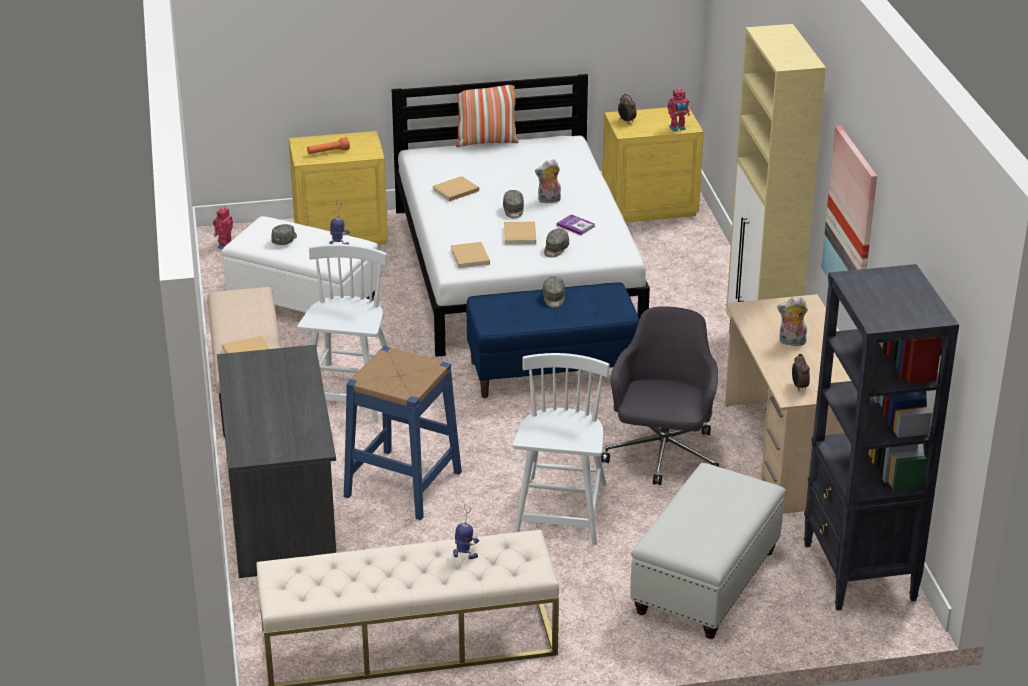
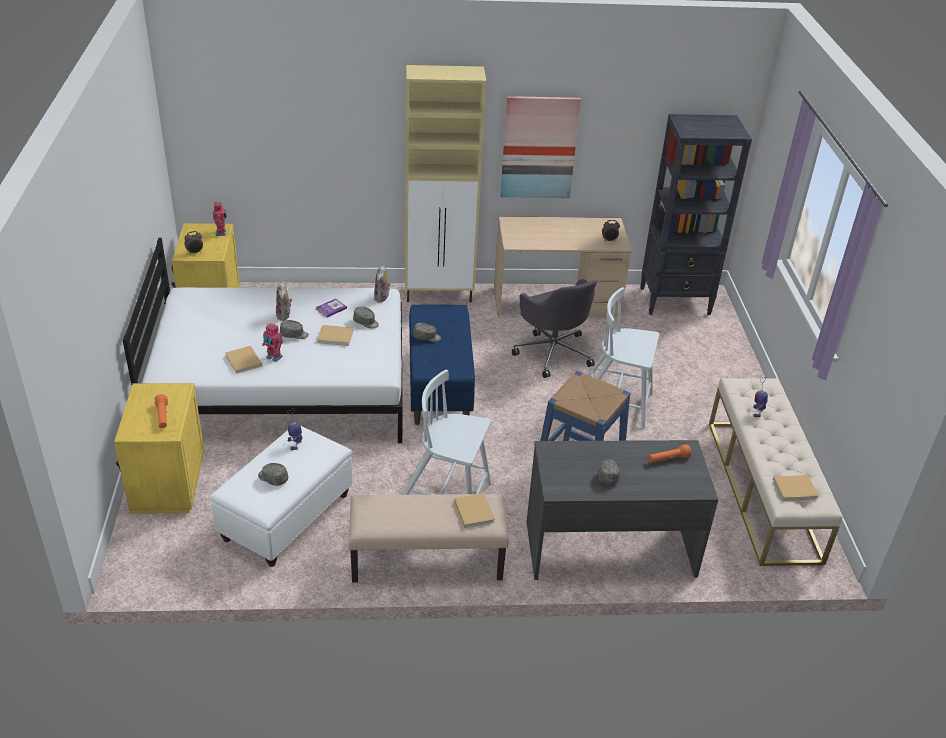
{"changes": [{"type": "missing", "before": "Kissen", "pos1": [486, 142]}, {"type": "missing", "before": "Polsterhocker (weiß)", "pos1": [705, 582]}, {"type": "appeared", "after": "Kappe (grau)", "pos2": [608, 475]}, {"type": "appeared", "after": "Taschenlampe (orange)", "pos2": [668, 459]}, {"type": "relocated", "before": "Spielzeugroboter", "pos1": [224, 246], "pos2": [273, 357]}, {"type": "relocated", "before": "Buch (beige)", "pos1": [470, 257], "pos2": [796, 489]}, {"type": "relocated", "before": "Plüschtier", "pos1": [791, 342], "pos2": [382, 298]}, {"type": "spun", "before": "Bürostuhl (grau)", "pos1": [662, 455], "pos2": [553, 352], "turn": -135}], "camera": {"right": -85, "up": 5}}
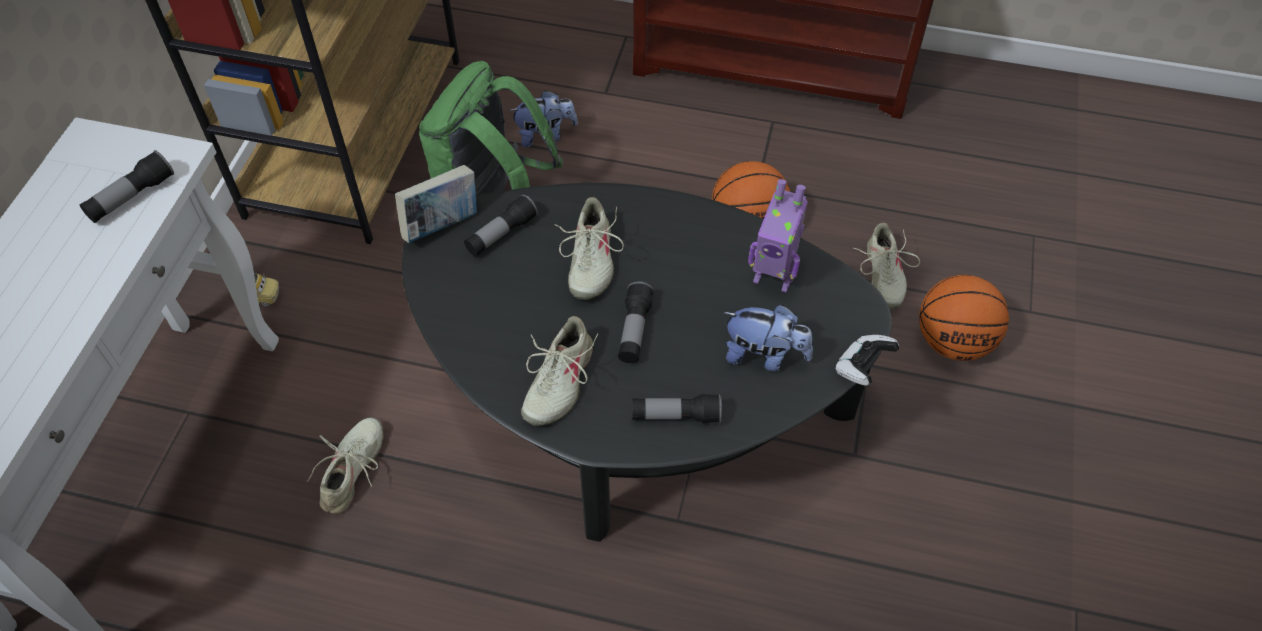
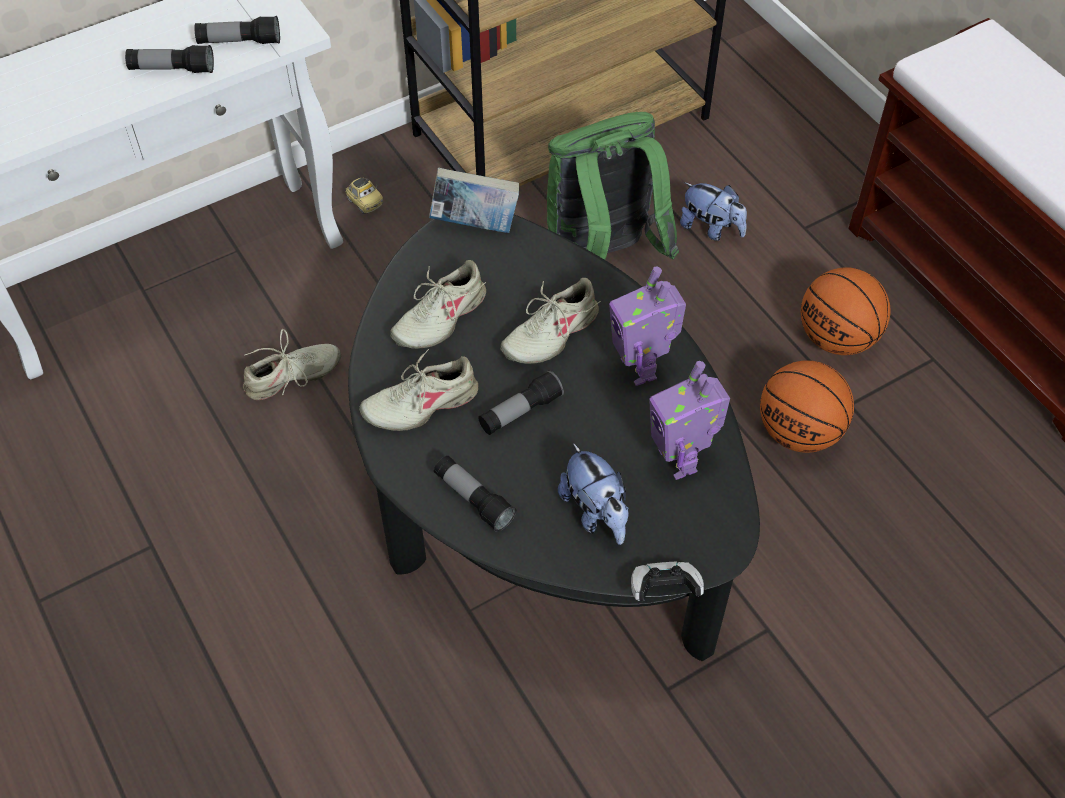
{"changes": [{"type": "appeared", "after": "Spielzeugroboter", "pos2": [641, 367]}, {"type": "relocated", "before": "Taschenlampe", "pos1": [501, 234], "pos2": [172, 69]}, {"type": "relocated", "before": "Schuh (beige)", "pos1": [882, 276], "pos2": [440, 317]}, {"type": "relocated", "before": "Basketball", "pos1": [953, 341], "pos2": [837, 338]}], "camera": {"right": 45, "up": 0}}
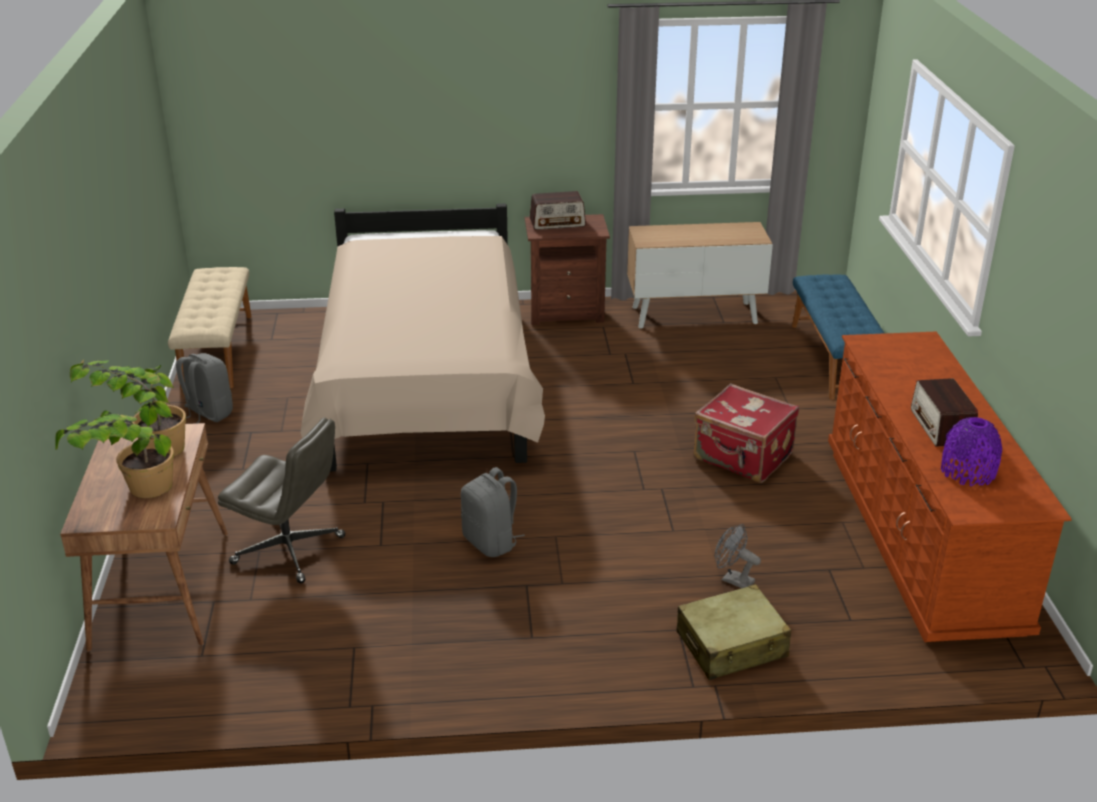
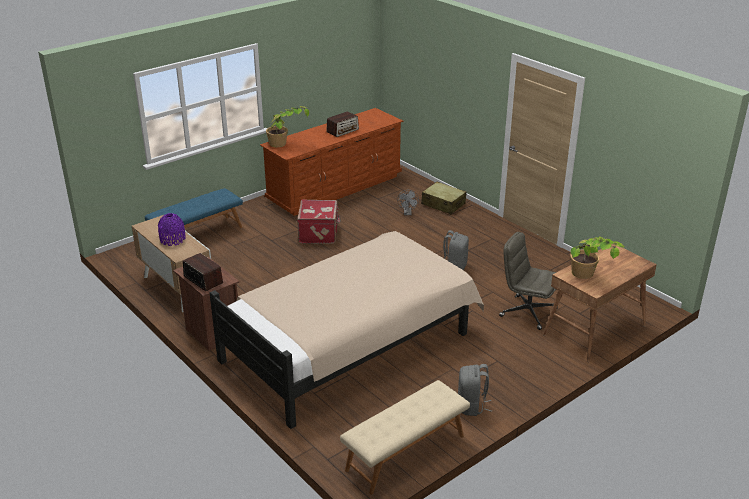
{"changes": [{"type": "relocated", "before": "Topfpflanze", "pos1": [130, 495], "pos2": [286, 144]}, {"type": "relocated", "before": "Vase (lila)", "pos1": [967, 472], "pos2": [172, 239]}, {"type": "spun", "before": "Bürostuhl (grau)", "pos1": [290, 550], "pos2": [527, 312], "turn": -45}], "camera": {"right": -125, "up": 0}}
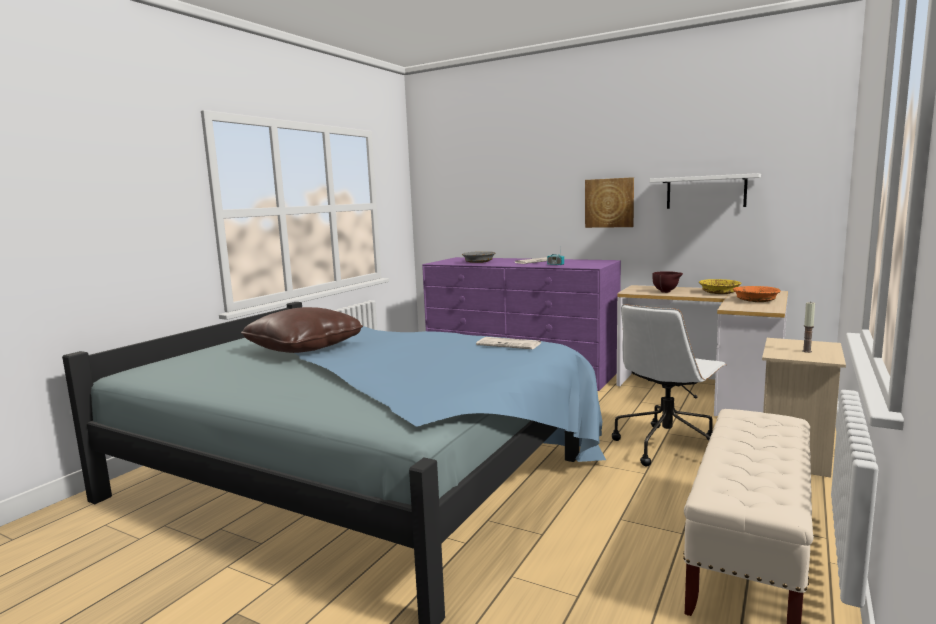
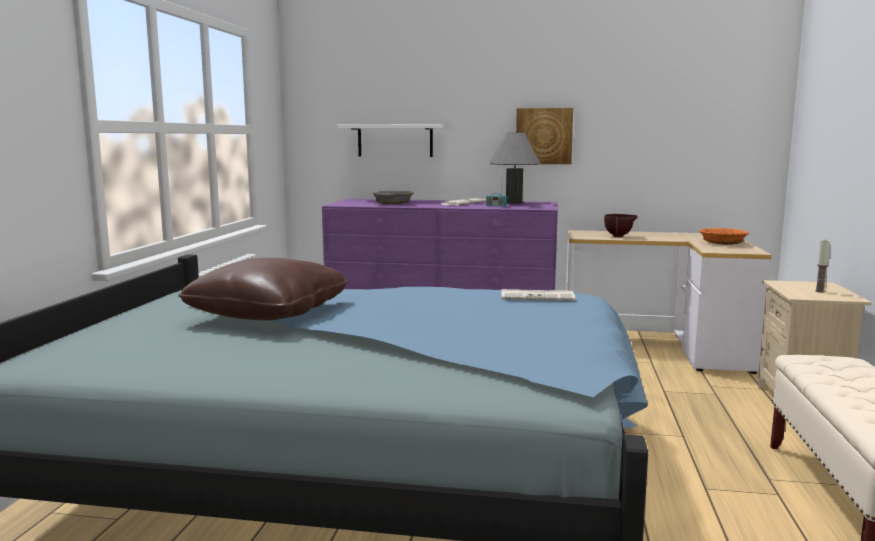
{"changes": [{"type": "missing", "before": "Bürostuhl (weiß)", "pos1": [667, 446]}, {"type": "missing", "before": "Schüssel (gelb)", "pos1": [719, 292]}, {"type": "appeared", "after": "Tischlampe (grau)", "pos2": [514, 203]}, {"type": "relocated", "before": "Wandregal (weiß)", "pos1": [706, 192], "pos2": [395, 140]}], "camera": {"right": -20, "up": 0}}
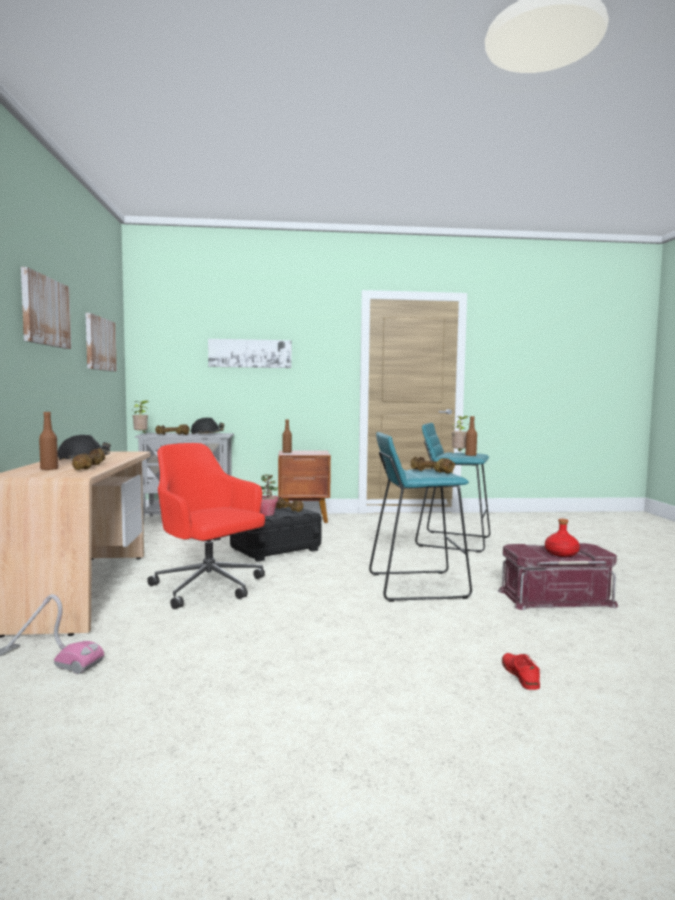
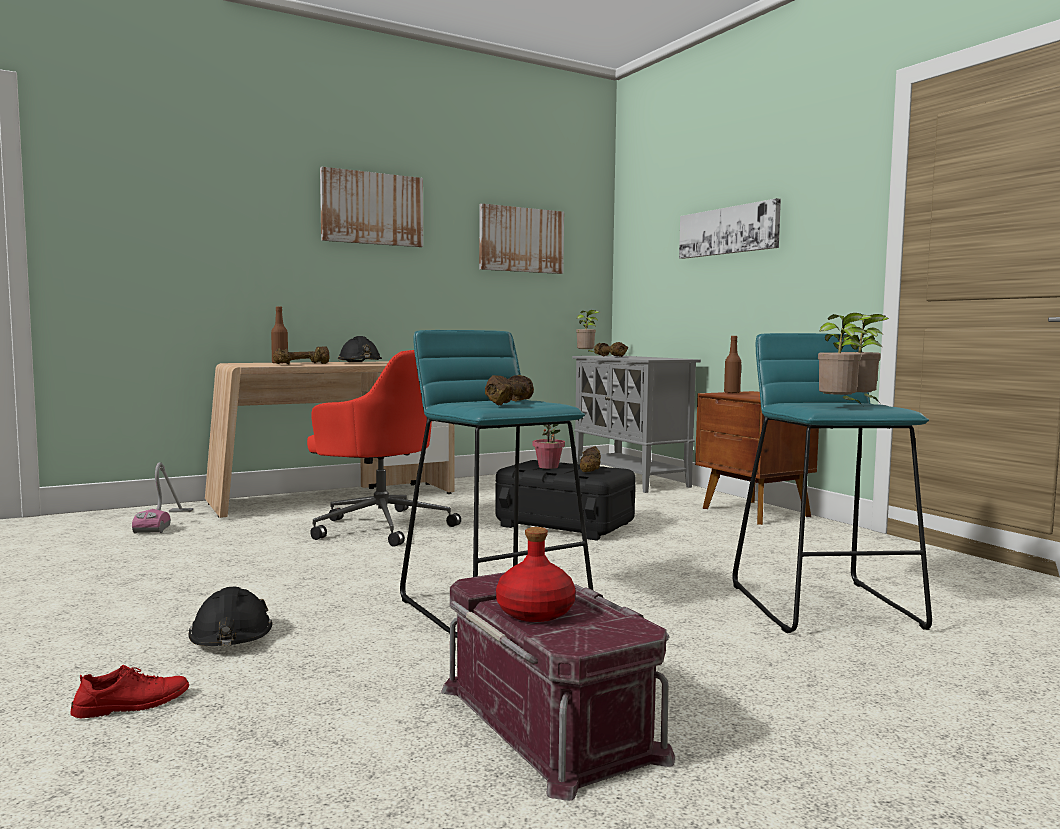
{"changes": [{"type": "relocated", "before": "Schutzhelm (schwarz)", "pos1": [207, 434], "pos2": [231, 637]}, {"type": "exchanged", "before": "Flasche (braun)", "after": "Topfpflanze", "pos1": [470, 455], "pos2": [839, 407]}, {"type": "spun", "before": "Bürostuhl (rot)", "pos1": [209, 587], "pos2": [381, 526], "turn": 105}], "camera": {"right": 65, "up": 0}}
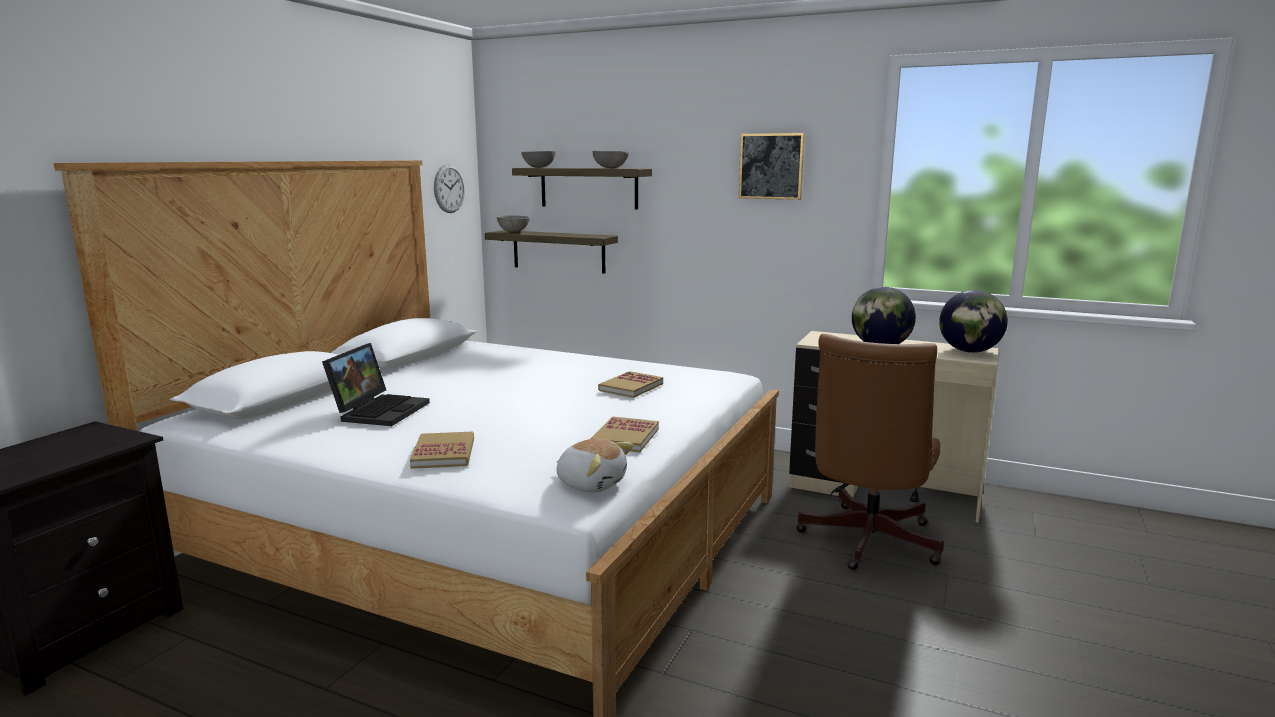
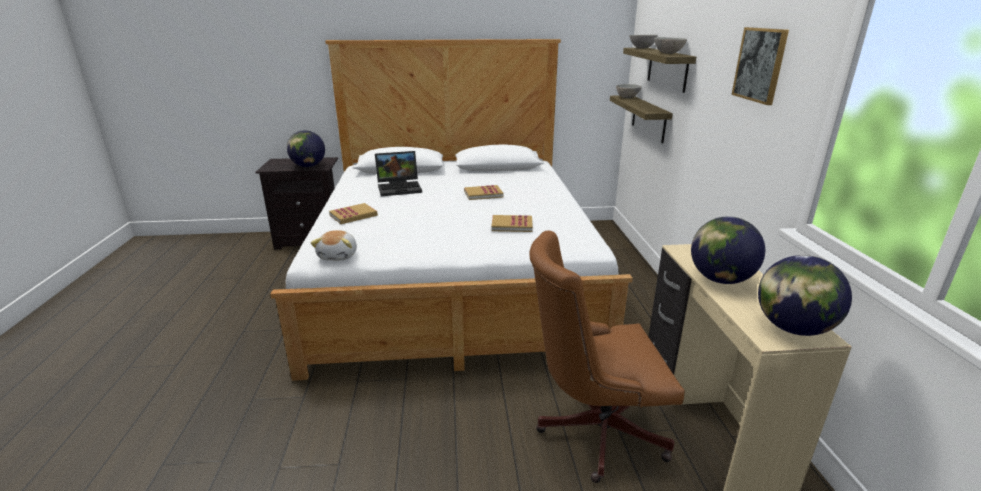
{"changes": [{"type": "missing", "before": "Wanduhr", "pos1": [449, 188]}, {"type": "appeared", "after": "Globus", "pos2": [308, 166]}, {"type": "relocated", "before": "Buch", "pos1": [625, 437], "pos2": [483, 194]}], "camera": {"right": 60, "up": 10}}
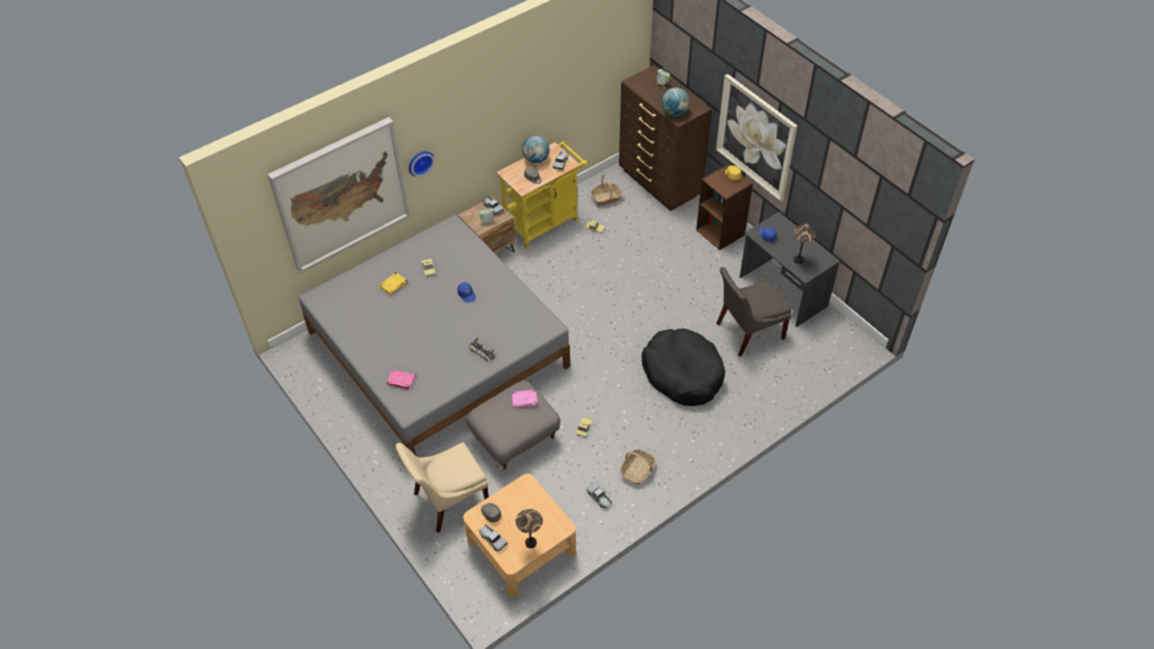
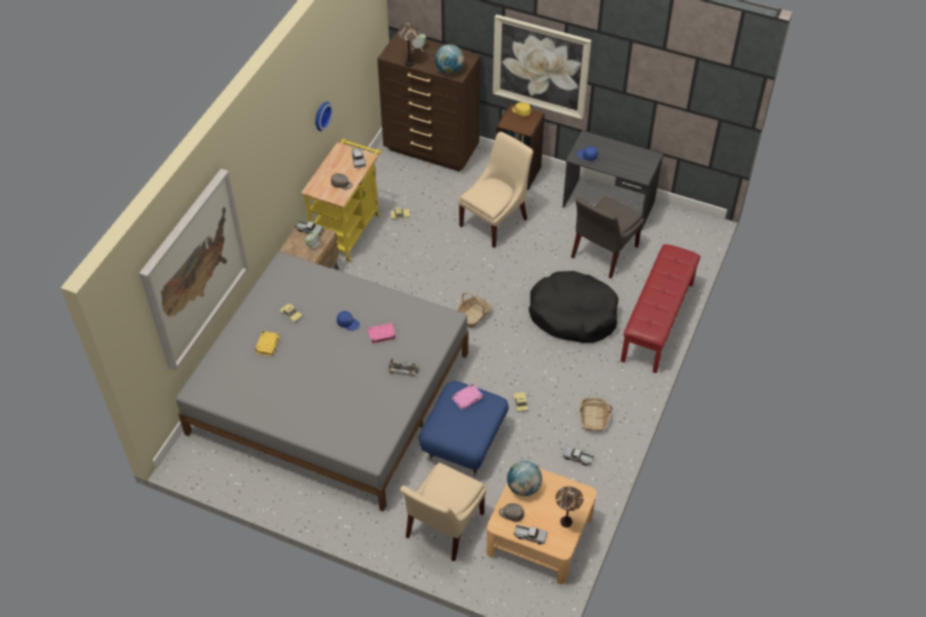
{"changes": [{"type": "appeared", "after": "Stuhl (beige)", "pos2": [495, 220]}, {"type": "appeared", "after": "Bank (rot)", "pos2": [658, 322]}, {"type": "relocated", "before": "Buch (rosa)", "pos1": [400, 381], "pos2": [381, 334]}, {"type": "relocated", "before": "Wanduhr", "pos1": [420, 162], "pos2": [321, 115]}, {"type": "relocated", "before": "Globus", "pos1": [536, 159], "pos2": [523, 487]}, {"type": "relocated", "before": "Korb", "pos1": [606, 198], "pos2": [473, 315]}, {"type": "relocated", "before": "Tischlampe", "pos1": [798, 260], "pos2": [409, 63]}, {"type": "colour", "before": "Polsterhocker (grau)", "after": "Polsterhocker (blau)", "pos1": [515, 437], "pos2": [463, 441]}], "camera": {"right": -30, "up": 0}}
